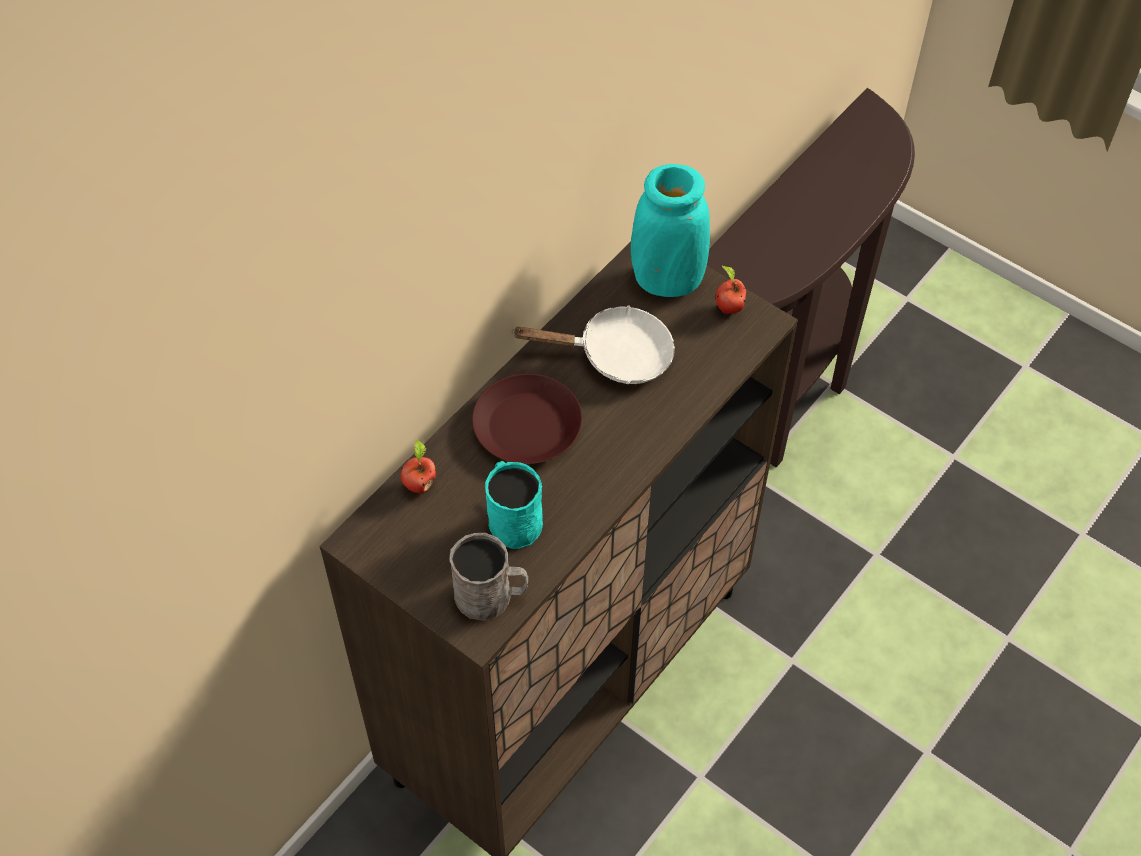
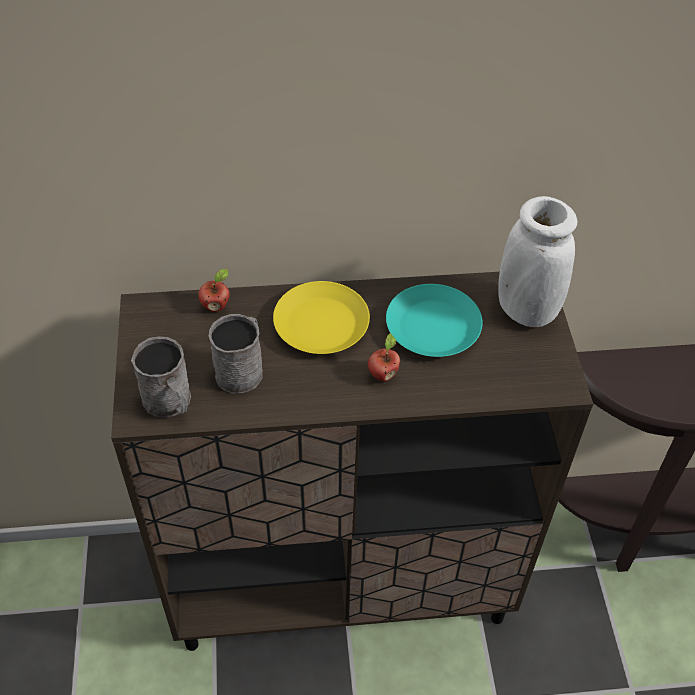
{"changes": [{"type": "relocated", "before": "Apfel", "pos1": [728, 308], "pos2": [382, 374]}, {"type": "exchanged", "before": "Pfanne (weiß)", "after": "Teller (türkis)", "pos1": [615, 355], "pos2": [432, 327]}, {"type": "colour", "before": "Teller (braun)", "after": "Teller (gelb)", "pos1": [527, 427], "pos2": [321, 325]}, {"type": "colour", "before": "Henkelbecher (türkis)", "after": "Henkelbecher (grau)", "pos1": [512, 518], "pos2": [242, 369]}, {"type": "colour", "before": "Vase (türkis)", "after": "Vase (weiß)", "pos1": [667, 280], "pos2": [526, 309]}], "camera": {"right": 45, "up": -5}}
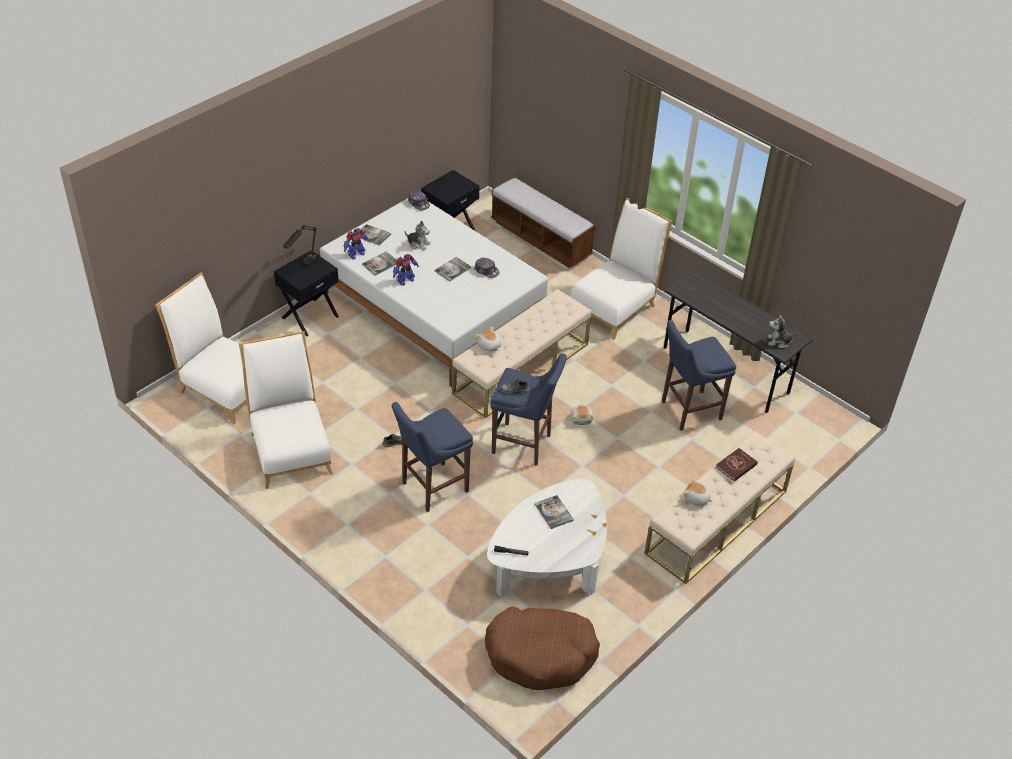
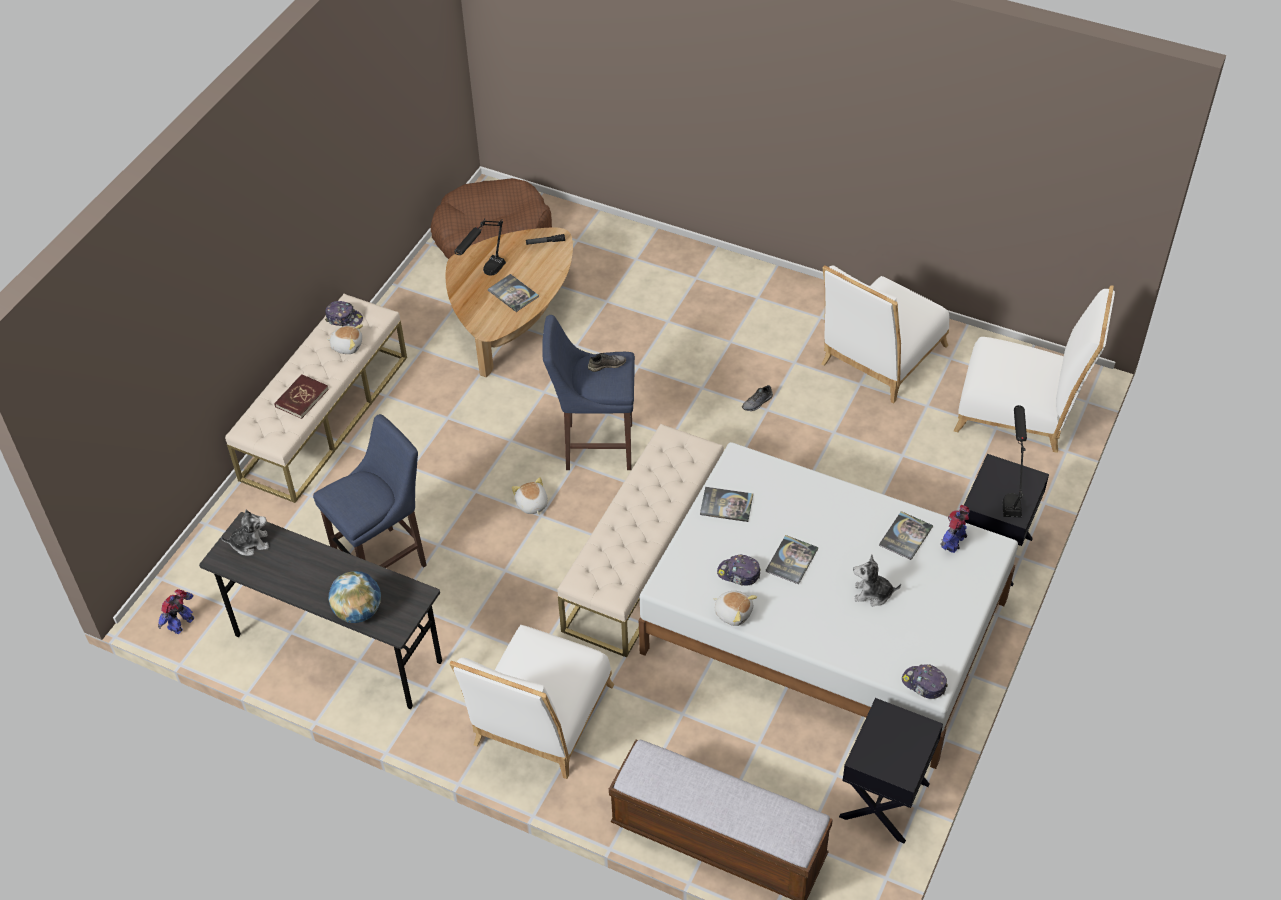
{"changes": [{"type": "missing", "before": "Hocker (blau)", "pos1": [432, 488]}, {"type": "appeared", "after": "Kappe", "pos2": [344, 319]}, {"type": "appeared", "after": "Globus", "pos2": [358, 611]}, {"type": "appeared", "after": "Tischlampe (schwarz)", "pos2": [485, 277]}, {"type": "relocated", "before": "Buch", "pos1": [373, 235], "pos2": [726, 505]}, {"type": "relocated", "before": "Spielzeugroboter", "pos1": [405, 280], "pos2": [182, 624]}, {"type": "relocated", "before": "Plüschtier", "pos1": [489, 346], "pos2": [733, 612]}, {"type": "colour", "before": "Couchtisch (weiß)", "after": "Couchtisch (braun)", "pos1": [550, 561], "pos2": [512, 321]}, {"type": "spun", "before": "Stuhl (weiß)", "pos1": [290, 448], "pos2": [879, 359], "turn": 75}], "camera": {"right": 165, "up": 5}}
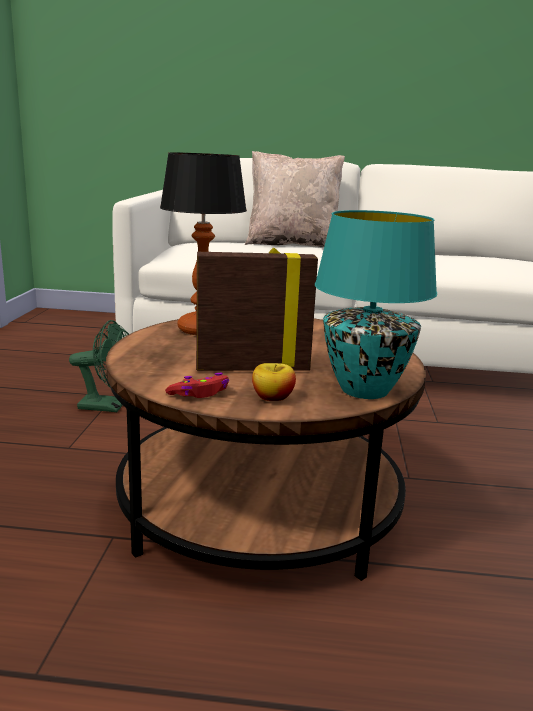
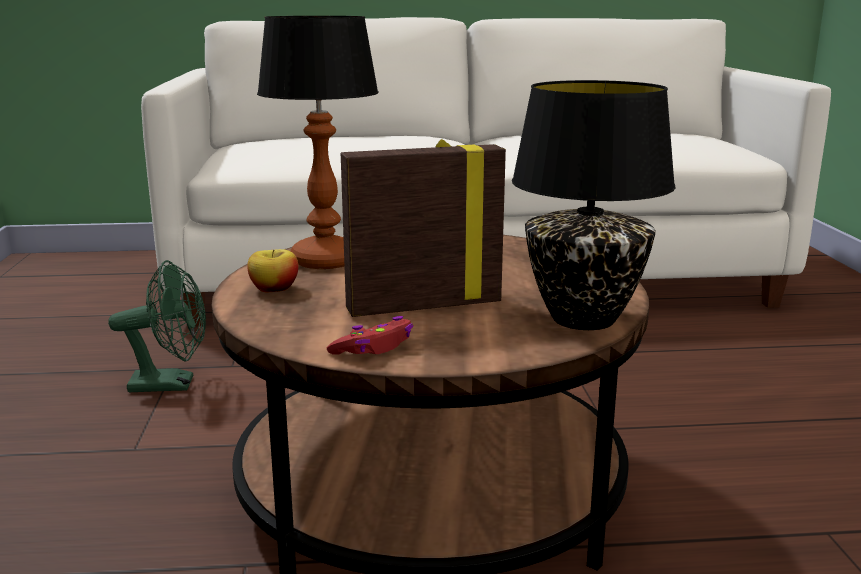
{"changes": [{"type": "missing", "before": "Kissen (beige)", "pos1": [292, 244]}, {"type": "relocated", "before": "Apfel", "pos1": [272, 398], "pos2": [274, 289]}, {"type": "colour", "before": "Tischlampe (türkis)", "after": "Tischlampe (schwarz)", "pos1": [364, 390], "pos2": [583, 320]}], "camera": {"right": -10, "up": 0}}
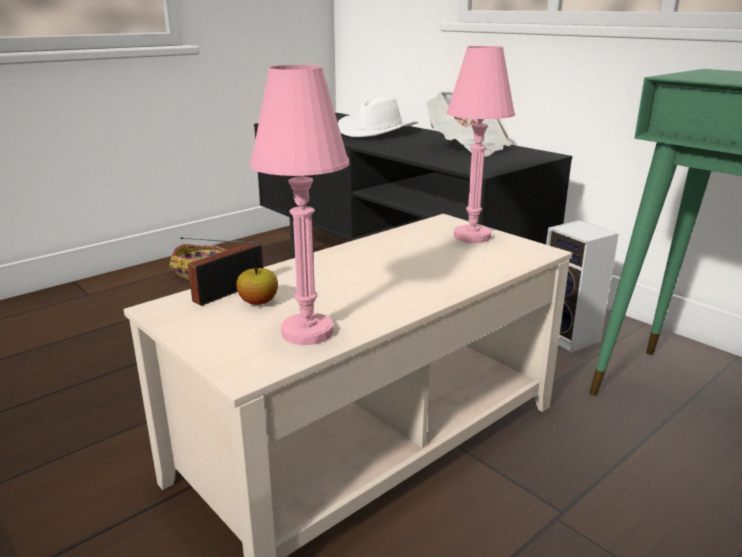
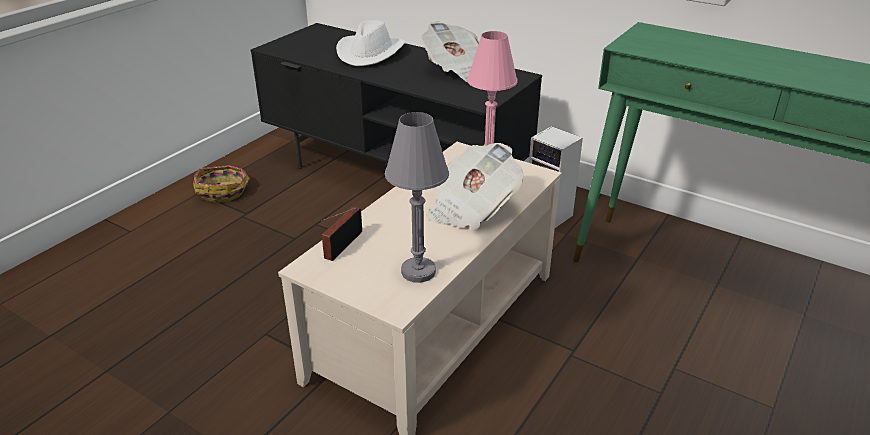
{"changes": [{"type": "missing", "before": "Apfel", "pos1": [258, 302]}, {"type": "appeared", "after": "Zeitung", "pos2": [471, 208]}, {"type": "colour", "before": "Tischlampe (rosa)", "after": "Tischlampe (grau)", "pos1": [307, 332], "pos2": [418, 272]}], "camera": {"right": -15, "up": 10}}
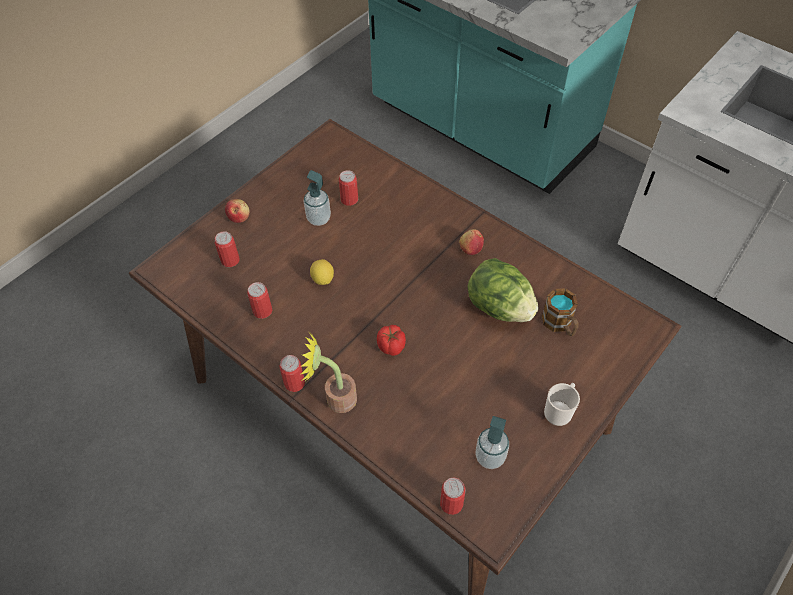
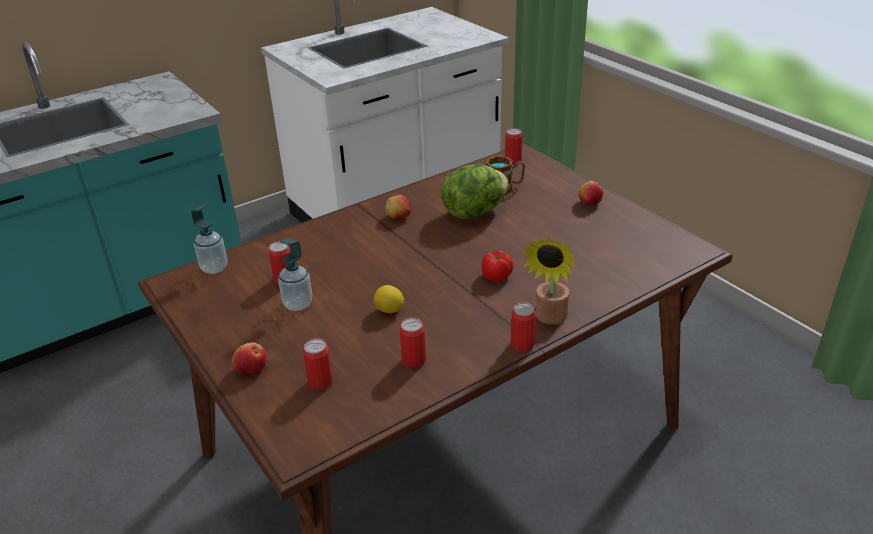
{"changes": [{"type": "relocated", "before": "Dose", "pos1": [451, 503], "pos2": [513, 160]}, {"type": "relocated", "before": "Seifenspender", "pos1": [490, 457], "pos2": [214, 268]}, {"type": "exchanged", "before": "Henkelbecher", "after": "Apfel", "pos1": [559, 411], "pos2": [589, 202]}], "camera": {"right": -75, "up": -20}}
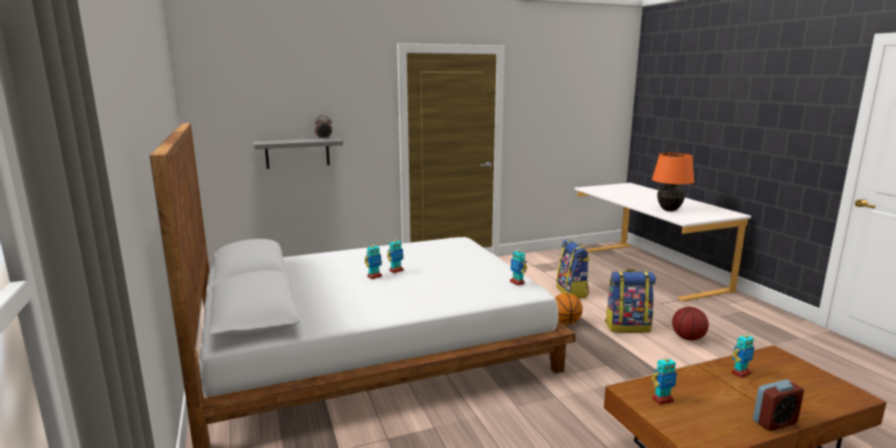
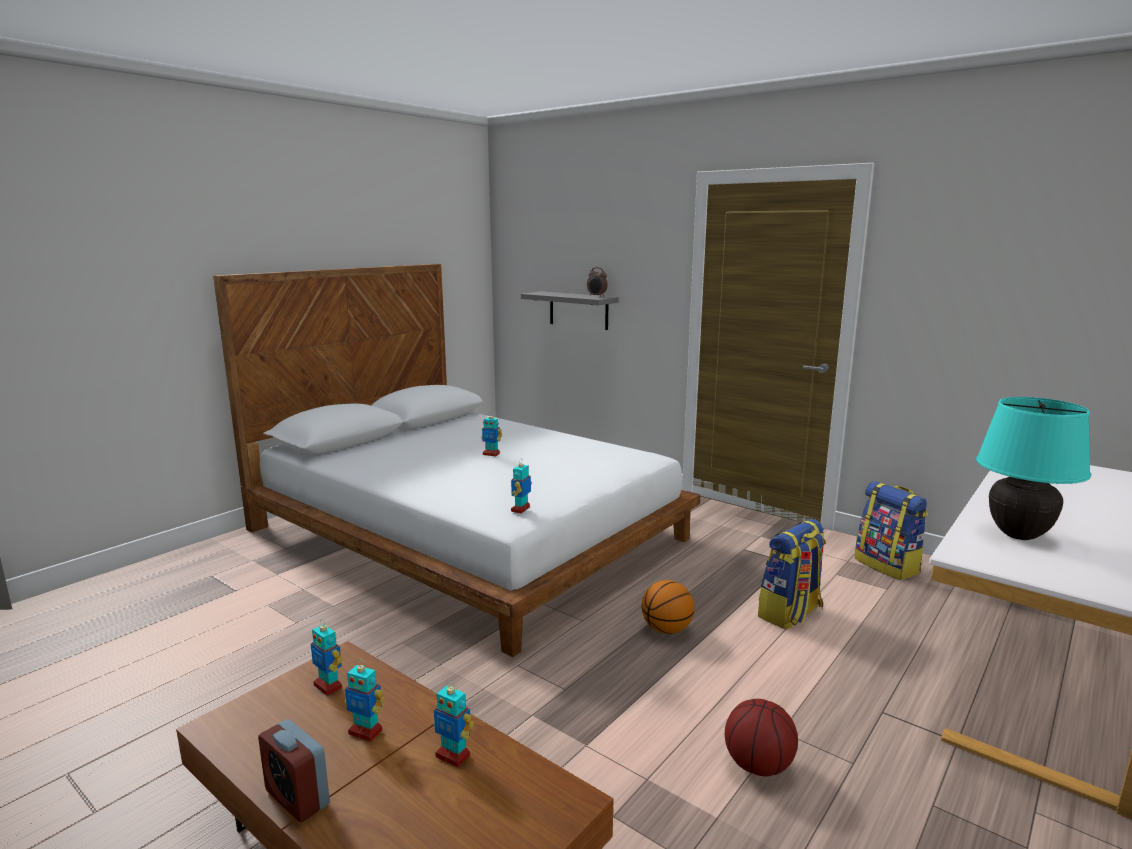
{"changes": [{"type": "relocated", "before": "Spielzeugroboter", "pos1": [374, 276], "pos2": [366, 731]}, {"type": "relocated", "before": "Rucksack", "pos1": [627, 327], "pos2": [887, 566]}, {"type": "colour", "before": "Tischlampe (orange)", "after": "Tischlampe (türkis)", "pos1": [669, 210], "pos2": [1018, 535]}], "camera": {"right": 60, "up": 0}}
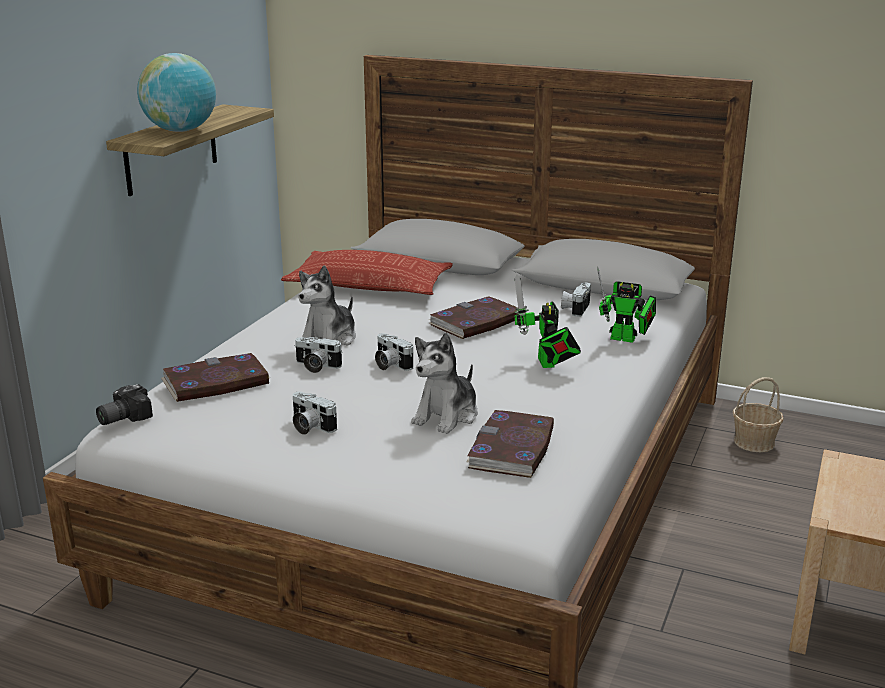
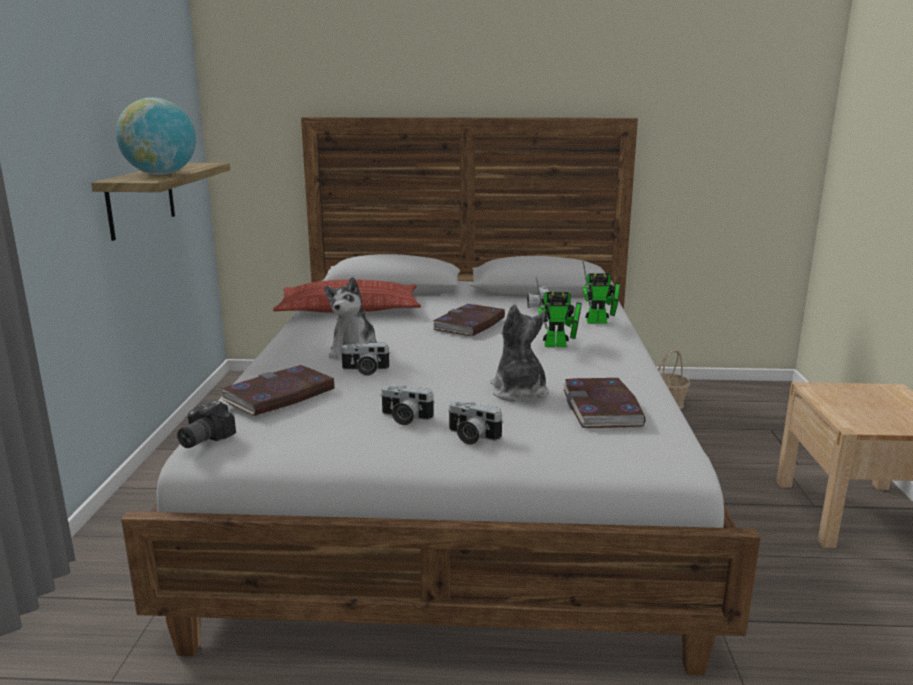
{"changes": [{"type": "relocated", "before": "Kamera", "pos1": [390, 364], "pos2": [471, 437]}, {"type": "spun", "before": "Plüschtier", "pos1": [447, 416], "pos2": [519, 392], "turn": 150}, {"type": "spun", "before": "Spielzeugroboter", "pos1": [547, 364], "pos2": [559, 345], "turn": -60}], "camera": {"right": -20, "up": -5}}
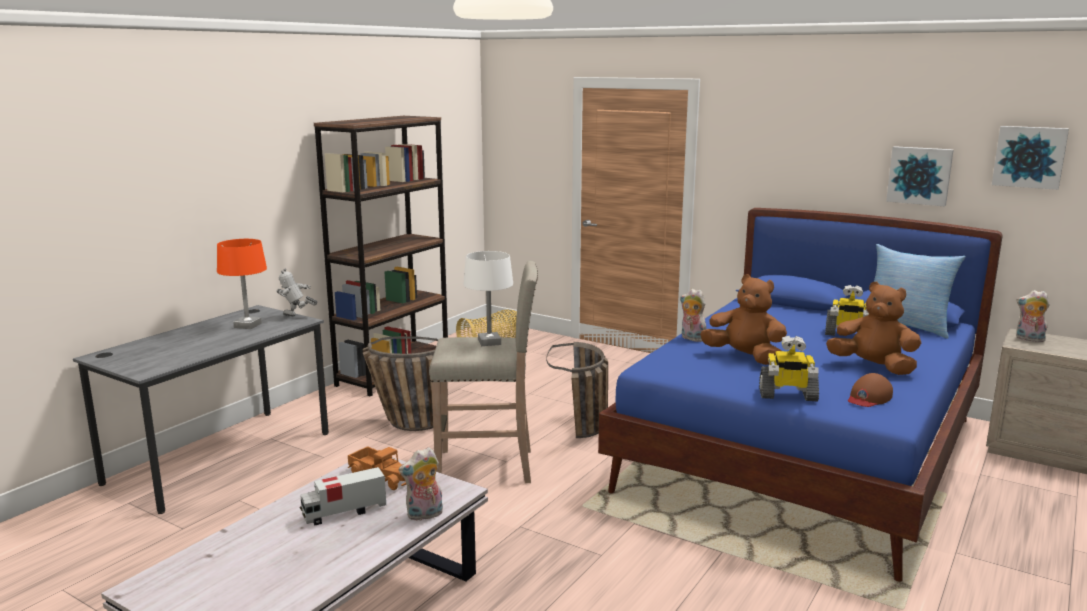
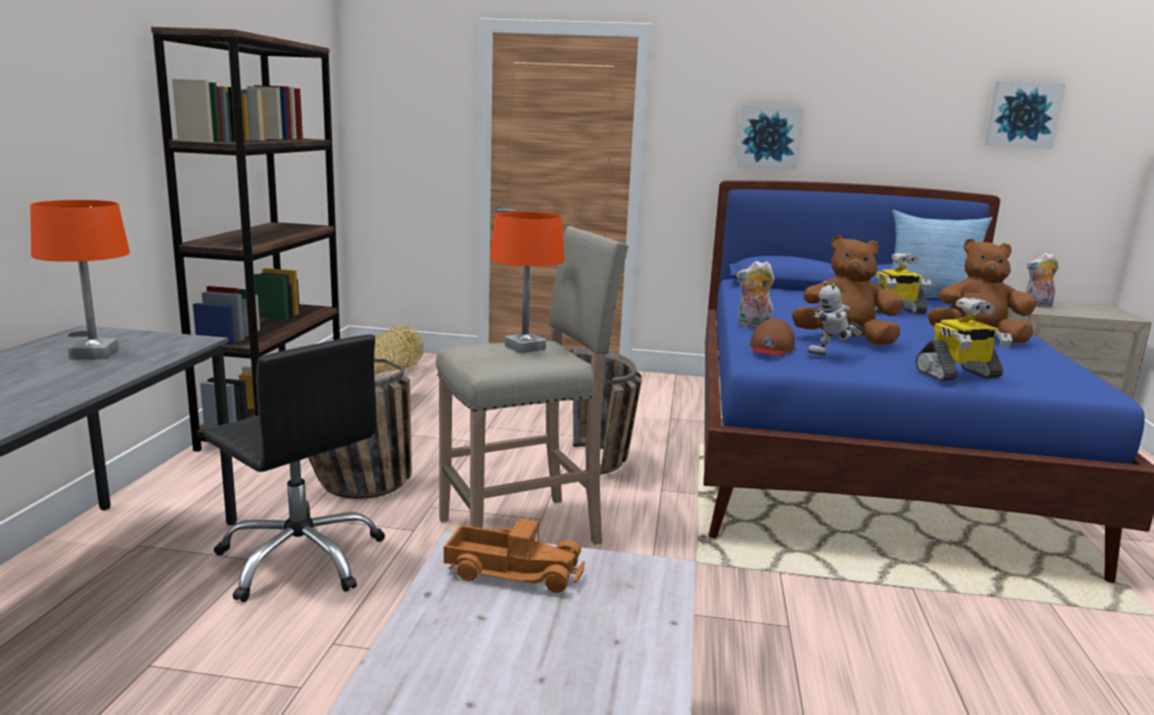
{"changes": [{"type": "missing", "before": "Spielzeuglaster", "pos1": [344, 512]}, {"type": "missing", "before": "Plüschtier", "pos1": [424, 515]}, {"type": "appeared", "after": "Bürostuhl (schwarz)", "pos2": [301, 558]}, {"type": "relocated", "before": "Spielzeugroboter", "pos1": [297, 317], "pos2": [831, 355]}, {"type": "relocated", "before": "Kappe (braun)", "pos1": [868, 397], "pos2": [771, 347]}, {"type": "relocated", "before": "Bild", "pos1": [919, 175], "pos2": [768, 136]}, {"type": "colour", "before": "Tischlampe (weiß)", "after": "Tischlampe (orange)", "pos1": [489, 342], "pos2": [524, 347]}], "camera": {"right": -25, "up": 0}}
